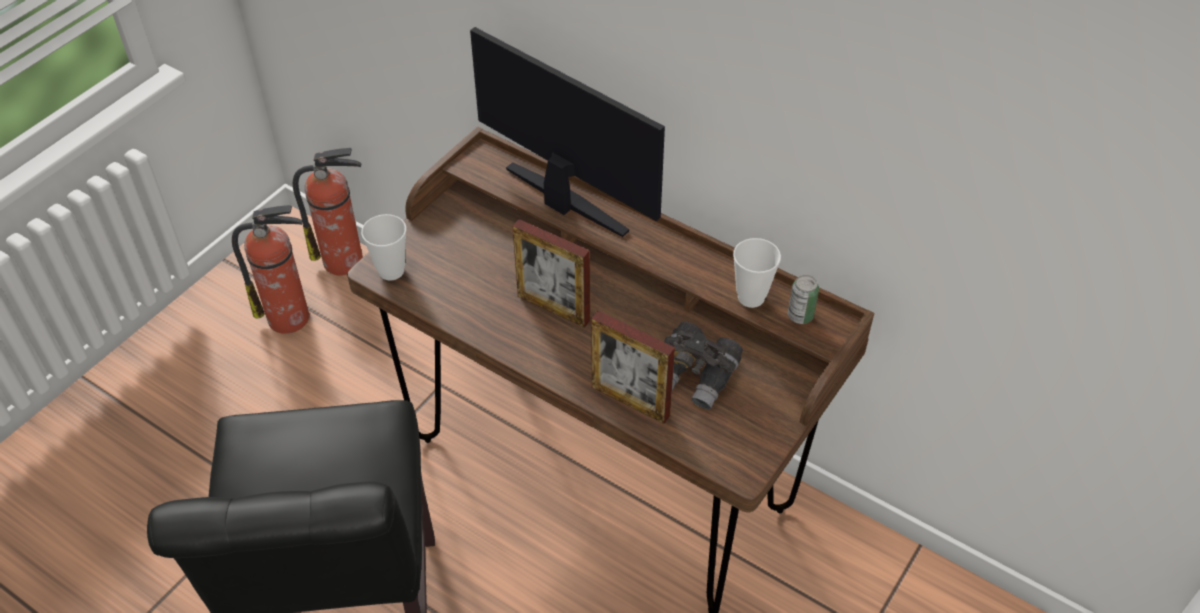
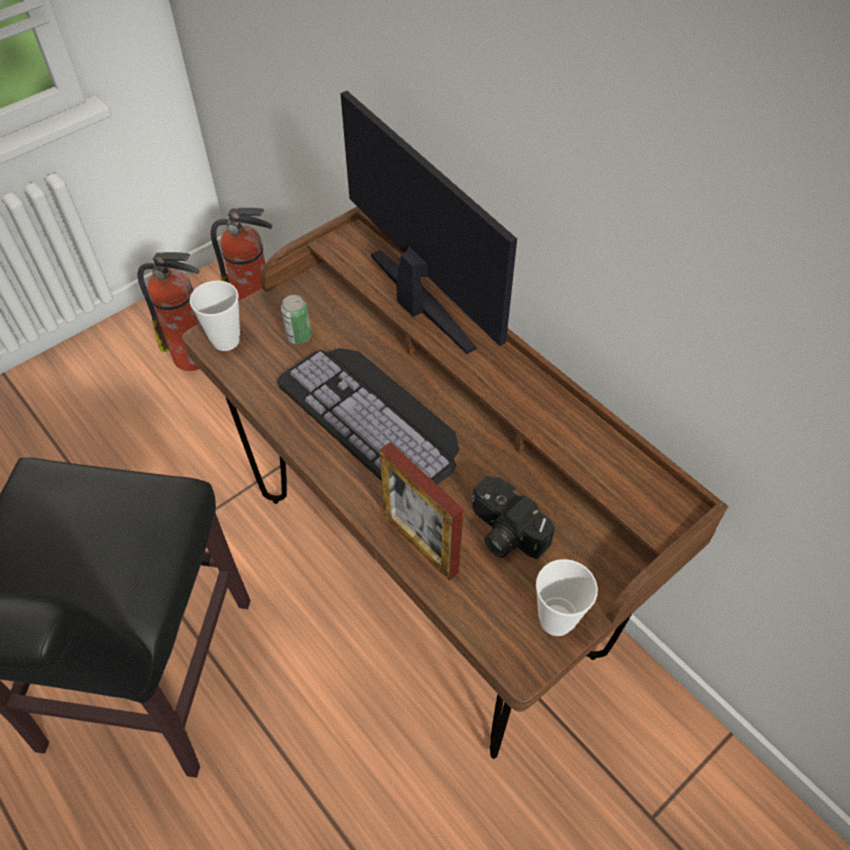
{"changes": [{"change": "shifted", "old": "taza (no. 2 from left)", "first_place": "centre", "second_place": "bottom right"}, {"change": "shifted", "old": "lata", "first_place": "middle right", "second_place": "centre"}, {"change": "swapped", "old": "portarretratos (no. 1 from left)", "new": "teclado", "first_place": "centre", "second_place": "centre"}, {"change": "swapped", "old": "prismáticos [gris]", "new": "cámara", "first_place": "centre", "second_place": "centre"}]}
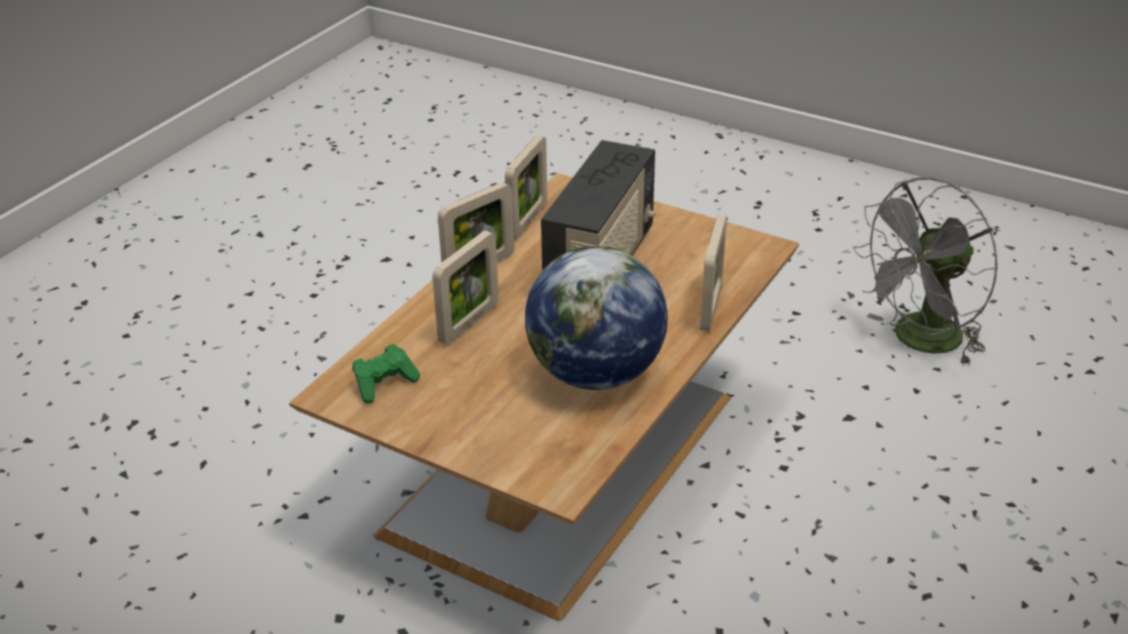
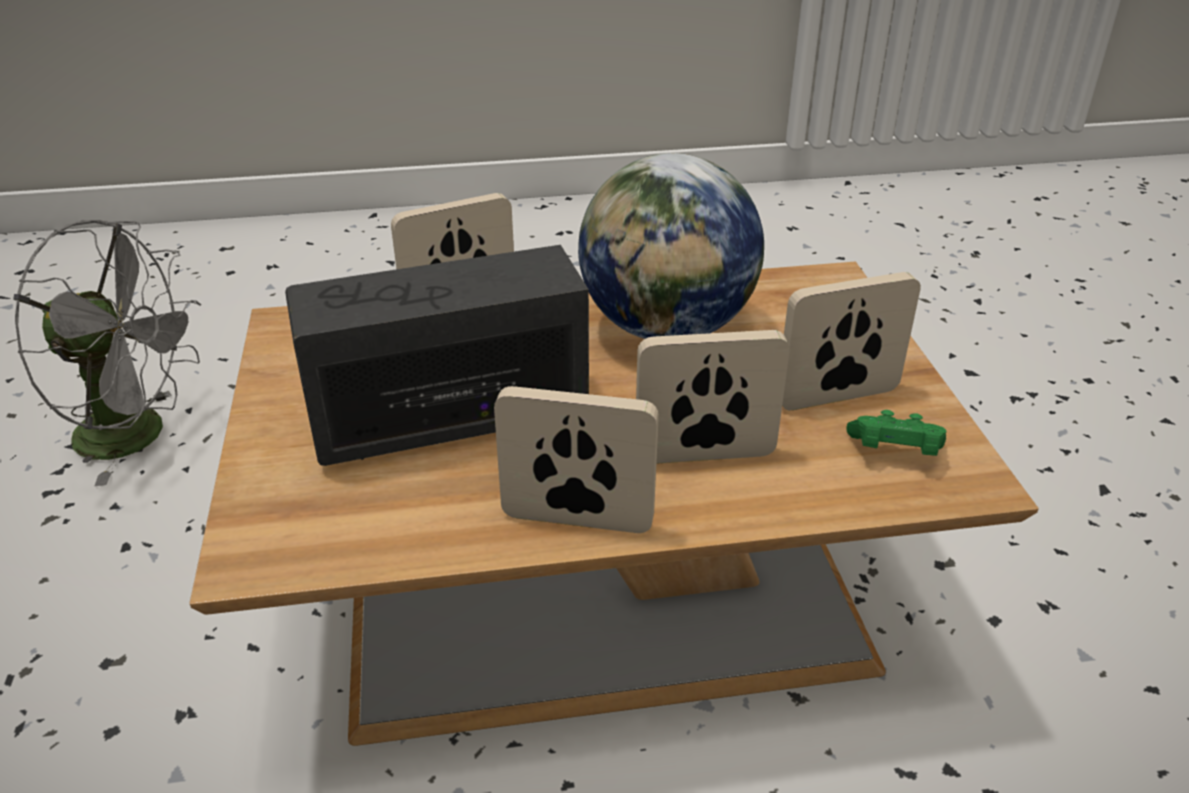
{"changes": [{"change": "shifted", "old": "portarretratos (no. 3 from left in the first image)", "new": "portarretratos (no. 4 from left)", "first_place": "top centre", "second_place": "middle right"}]}
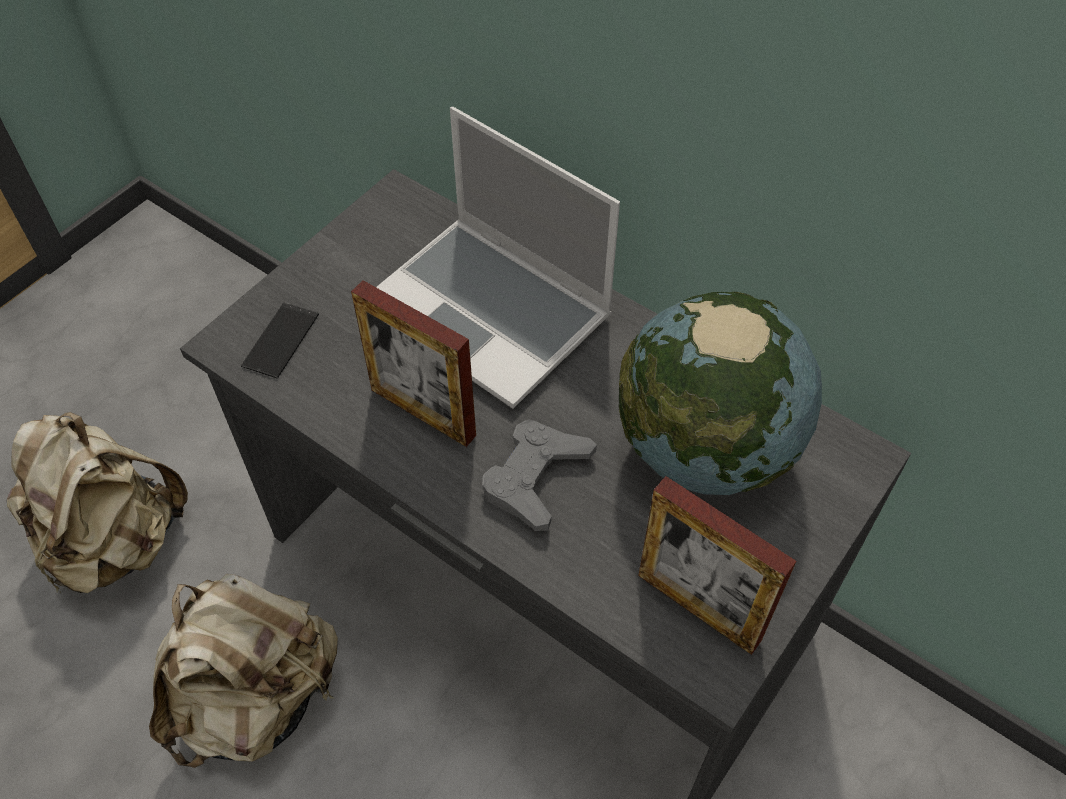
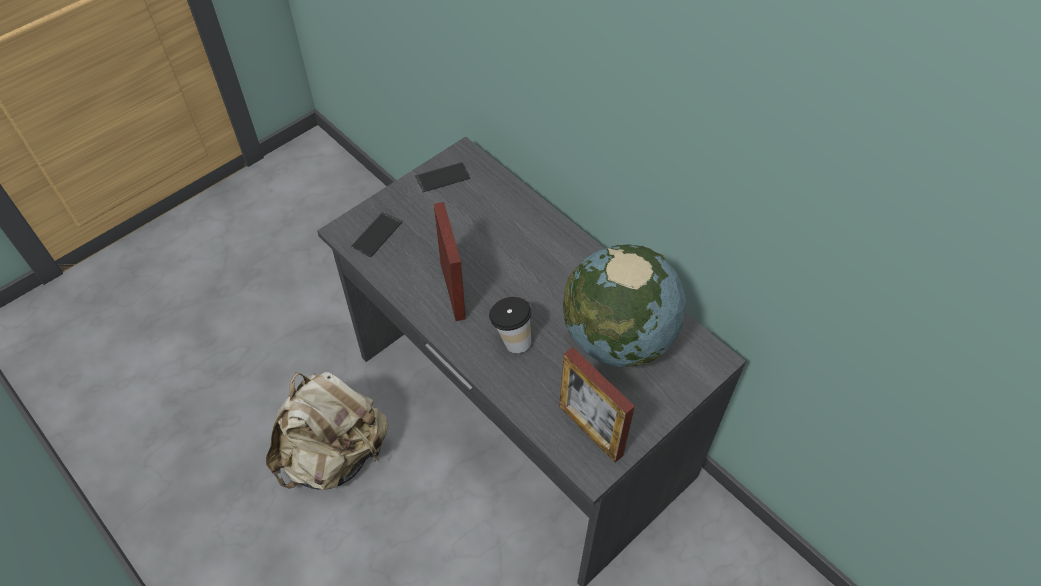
{"changes": [{"change": "gone", "old": "mochila [beis] (no. 1 from left)", "first_place": "middle left"}, {"change": "gone", "old": "portátil", "first_place": "top centre"}, {"change": "new", "new": "móvil (no. 2 from left)", "second_place": "top centre"}, {"change": "swapped", "old": "mando de consola [gris]", "new": "taza", "first_place": "centre", "second_place": "centre"}, {"change": "rotated", "old": "portarretratos (no. 1 from left)", "first_place": "centre", "second_place": "centre", "degrees": -150}]}
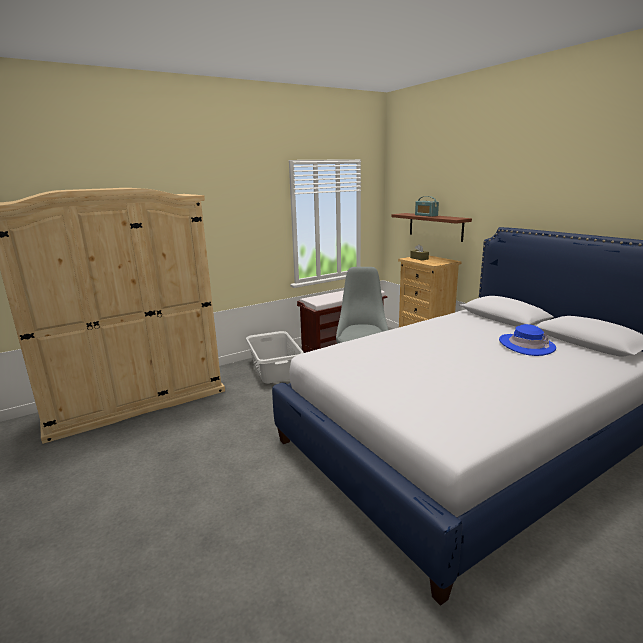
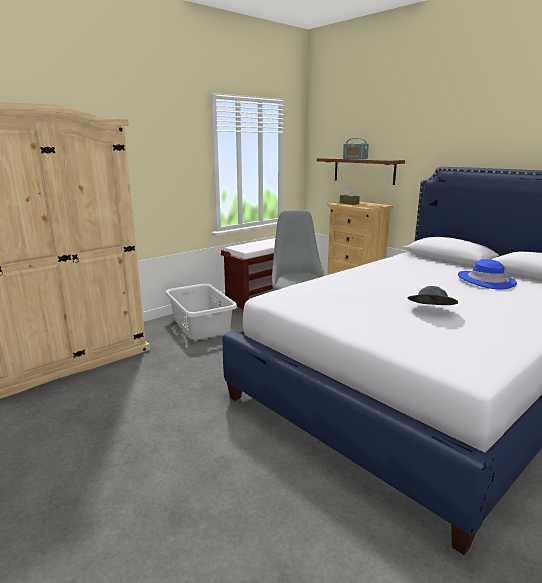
{"changes": [{"change": "new", "new": "sombrero [gris]", "second_place": "middle right"}]}
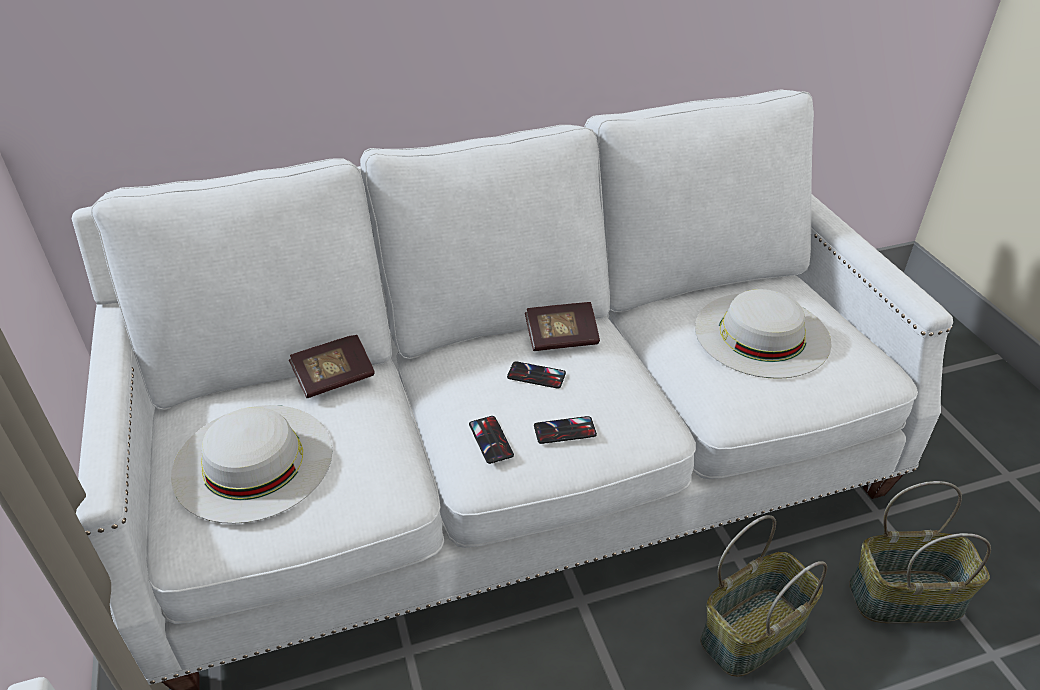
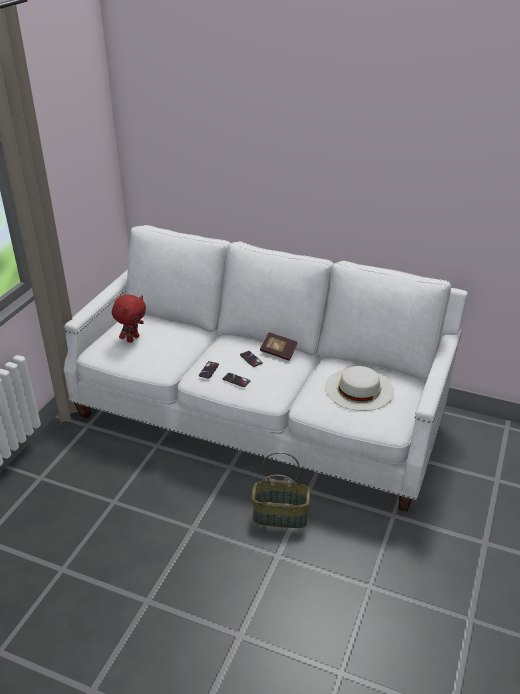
{"changes": [{"change": "gone", "old": "libro (no. 1 from left)", "first_place": "middle left"}, {"change": "gone", "old": "cesta (no. 2 from left)", "first_place": "bottom right"}, {"change": "swapped", "old": "sombrero [blanco] (no. 1 from left)", "new": "peluche [rojo]", "first_place": "bottom left", "second_place": "middle left"}]}
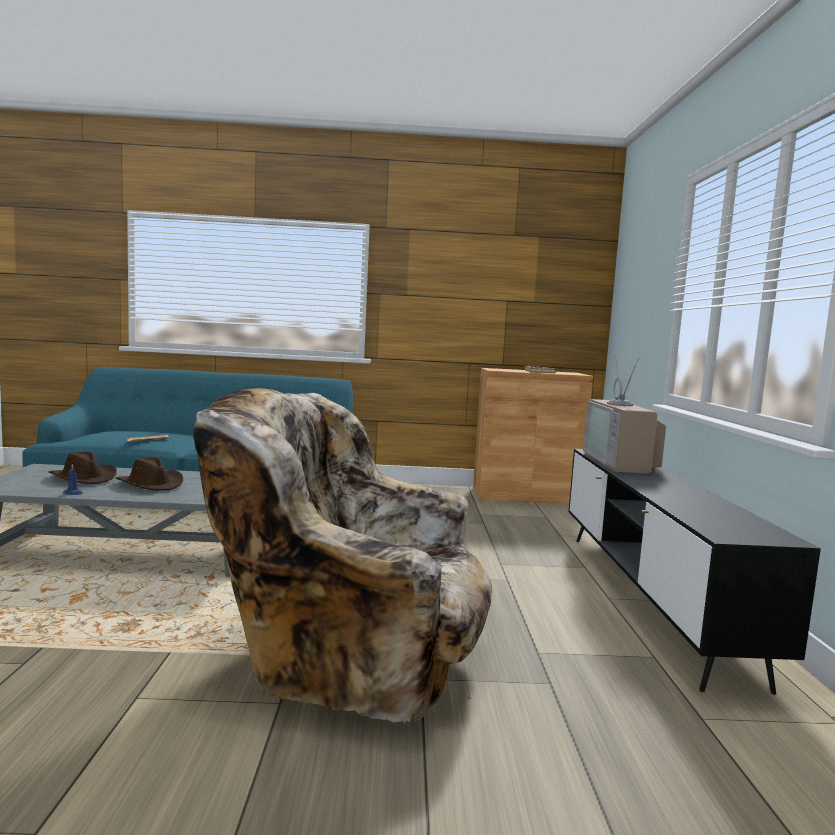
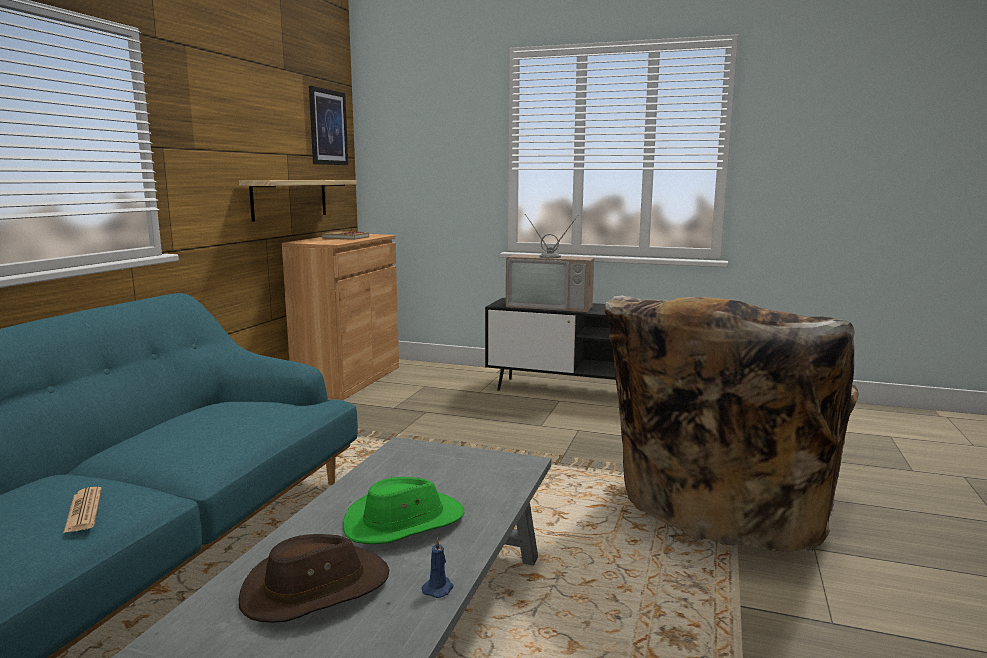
{"changes": [{"change": "new", "new": "estante", "second_place": "top left"}, {"change": "new", "new": "cuadro", "second_place": "top left"}, {"change": "repainted", "old": "sombrero [marrón] (no. 2 from left)", "new": "sombrero [verde]", "first_place": "middle left", "second_place": "bottom centre"}]}
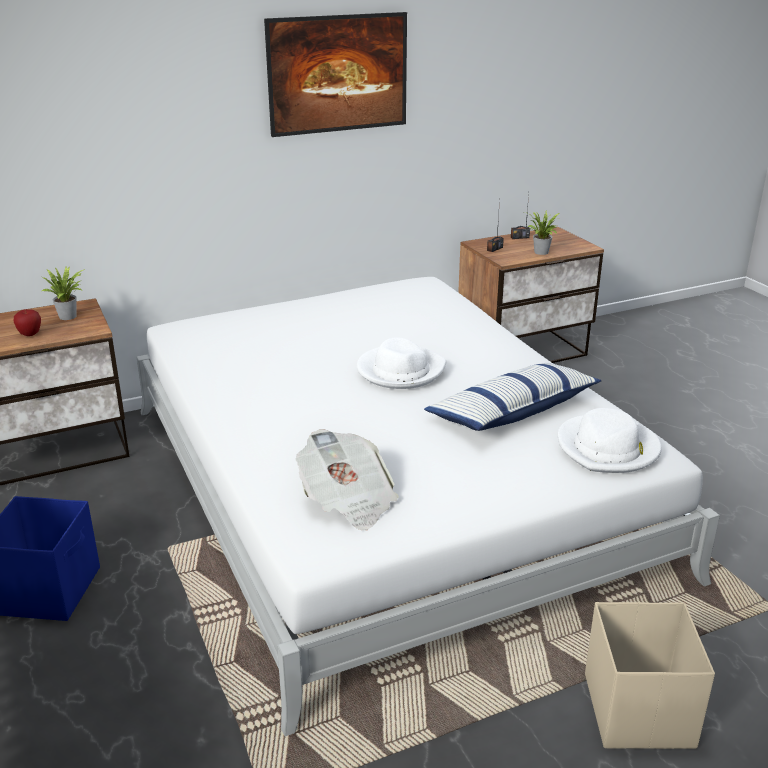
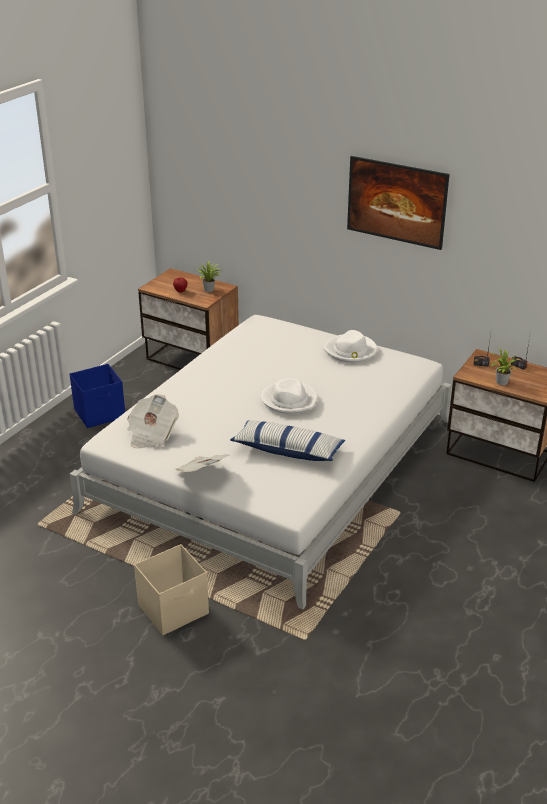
{"changes": [{"change": "new", "new": "periódico (no. 2 from left)", "second_place": "centre"}, {"change": "shifted", "old": "sombrero [blanco] (no. 2 from left)", "first_place": "middle right", "second_place": "centre"}]}
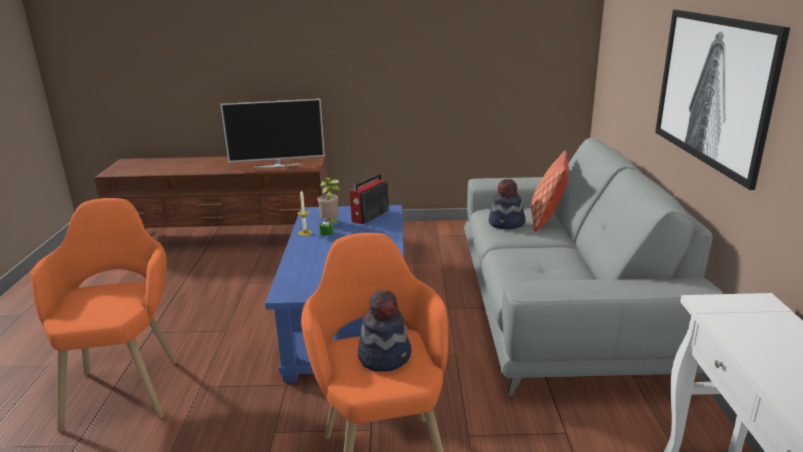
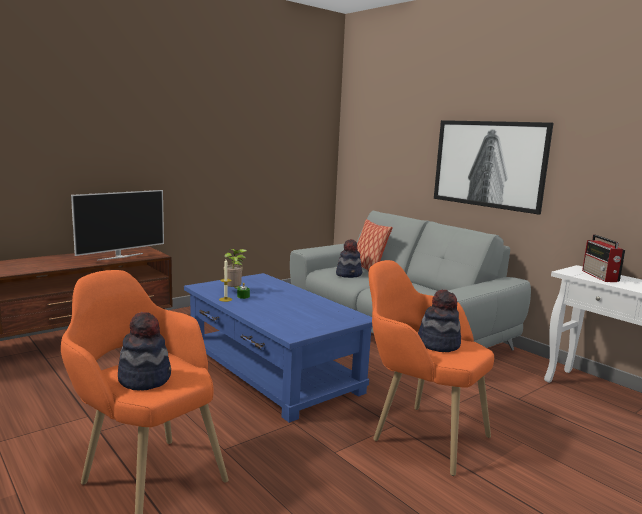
{"changes": [{"change": "new", "new": "sombrero (no. 1 from left)", "second_place": "bottom left"}, {"change": "shifted", "old": "radio", "first_place": "centre", "second_place": "middle right"}]}
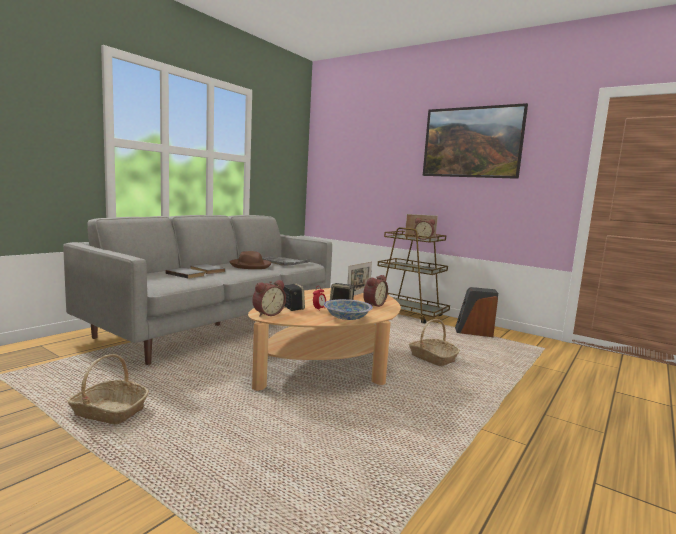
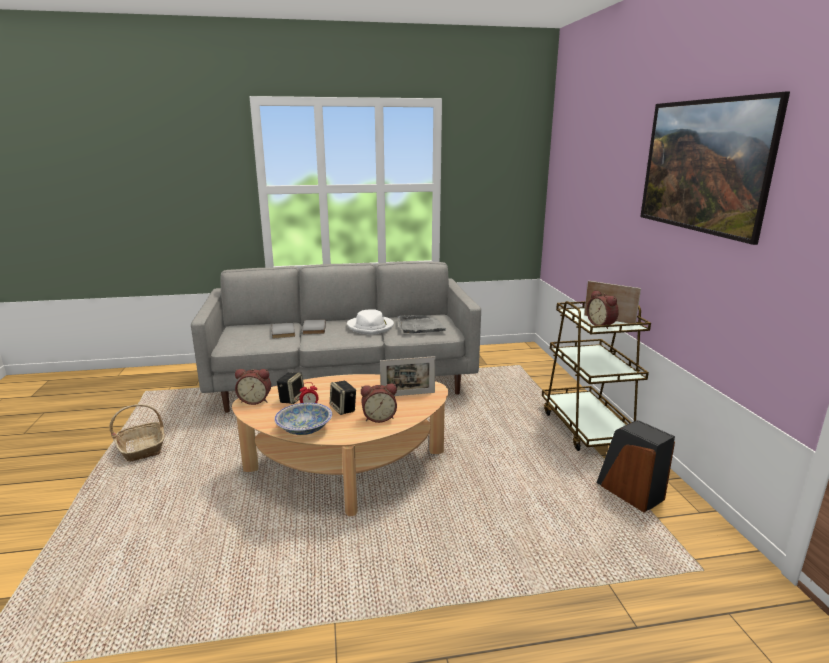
{"changes": [{"change": "gone", "old": "cesta (no. 2 from left)", "first_place": "centre"}, {"change": "repainted", "old": "sombrero [marrón]", "new": "sombrero [blanco]", "first_place": "centre", "second_place": "centre"}]}
